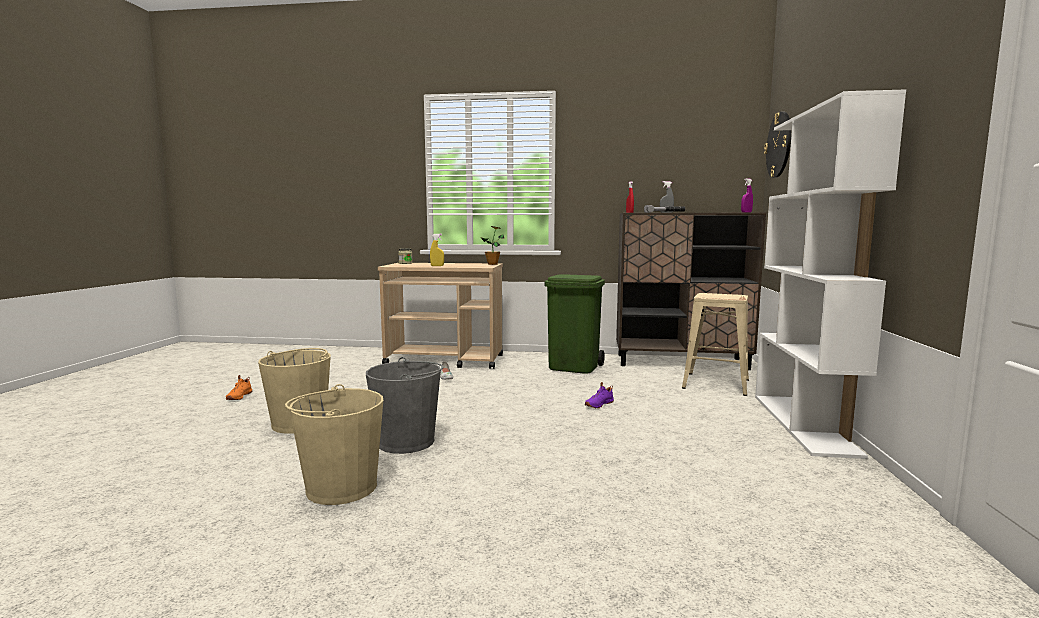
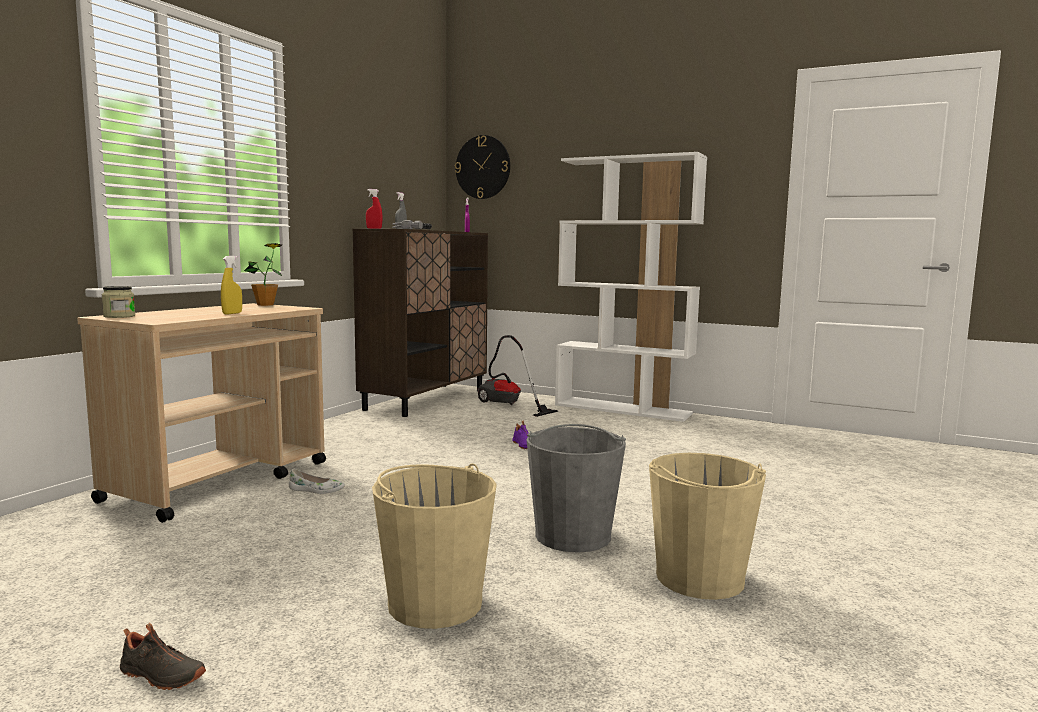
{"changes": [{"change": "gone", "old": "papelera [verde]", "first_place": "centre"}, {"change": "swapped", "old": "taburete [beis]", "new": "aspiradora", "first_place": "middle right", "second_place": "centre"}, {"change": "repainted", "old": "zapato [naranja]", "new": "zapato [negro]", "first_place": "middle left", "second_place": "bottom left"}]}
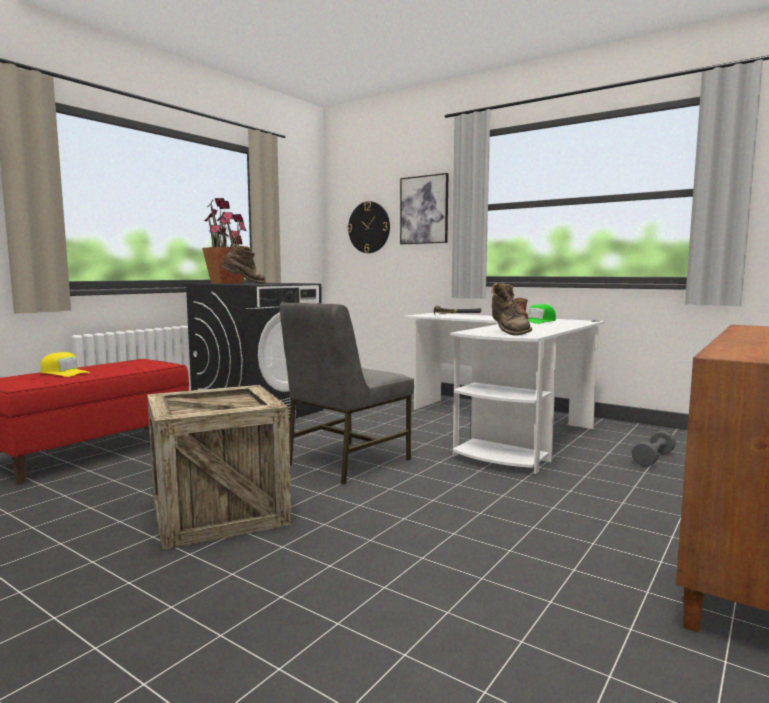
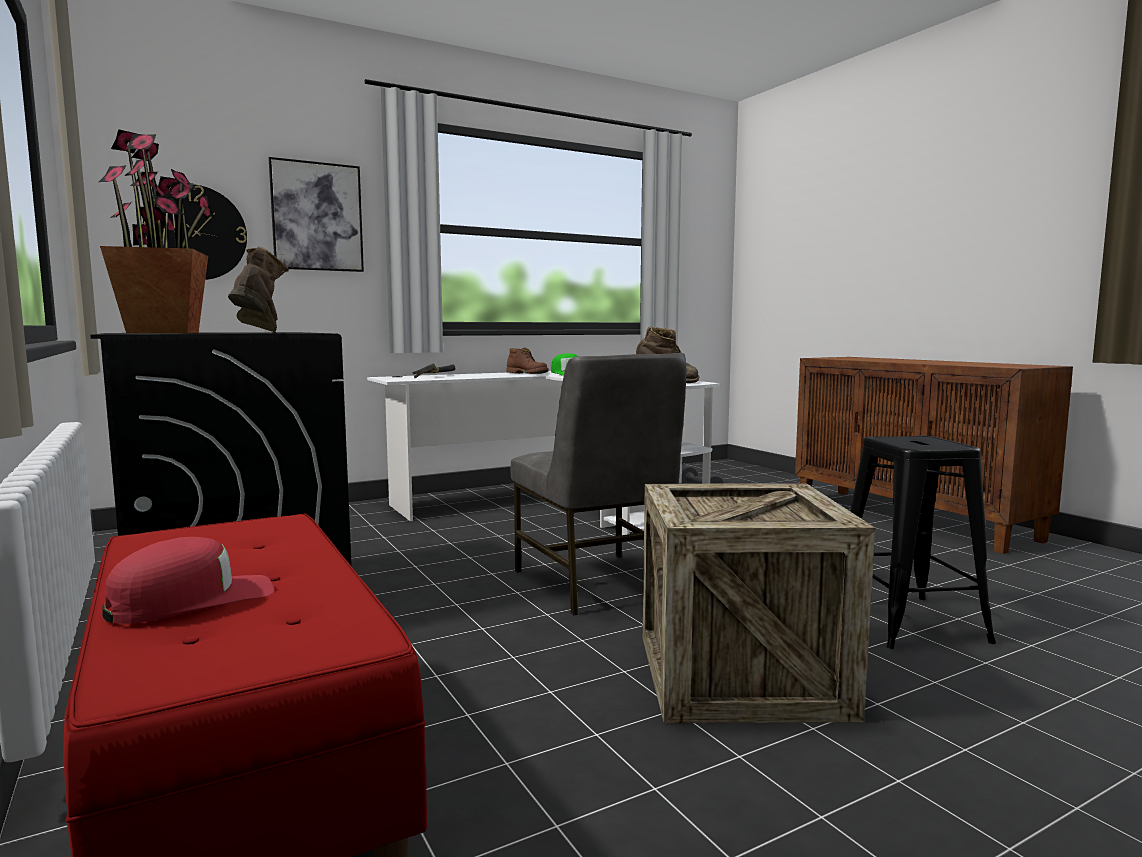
{"changes": [{"change": "new", "new": "taburete [negro]", "second_place": "middle right"}, {"change": "repainted", "old": "gorra [amarillo]", "new": "gorra [rojo]", "first_place": "middle left", "second_place": "bottom left"}]}
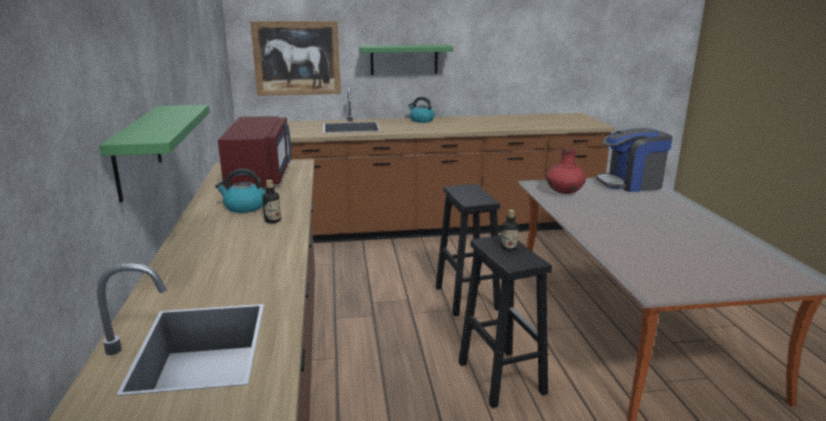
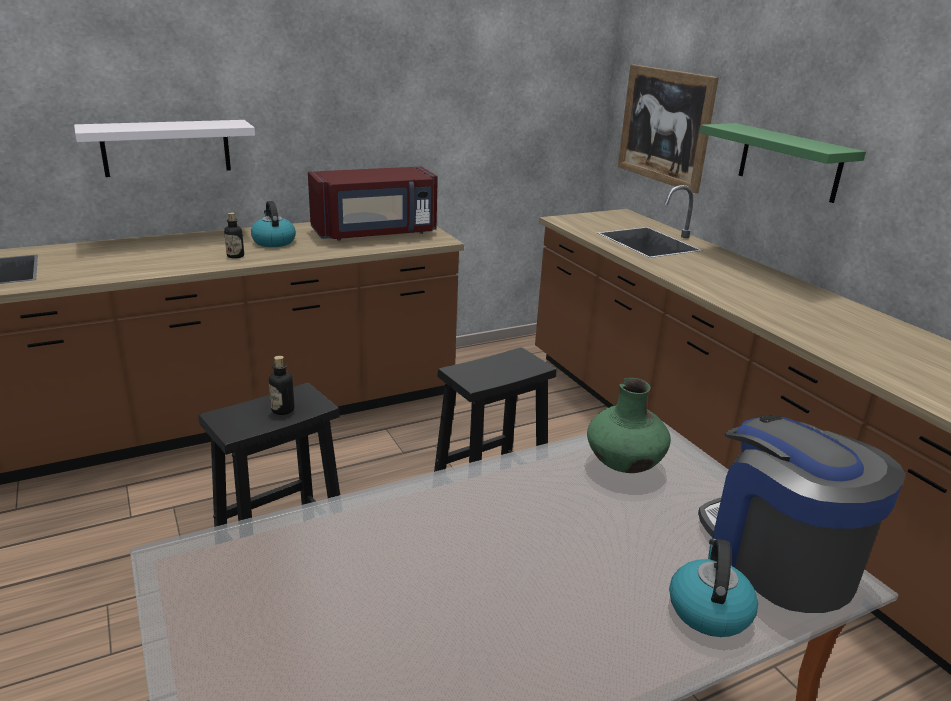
{"changes": [{"change": "shifted", "old": "hervidor (no. 2 from left)", "first_place": "top centre", "second_place": "bottom right"}, {"change": "repainted", "old": "estante [verde] (no. 1 from left)", "new": "estante [blanco]", "first_place": "middle left", "second_place": "top left"}, {"change": "repainted", "old": "florero [rojo]", "new": "florero [verde]", "first_place": "middle right", "second_place": "centre"}]}
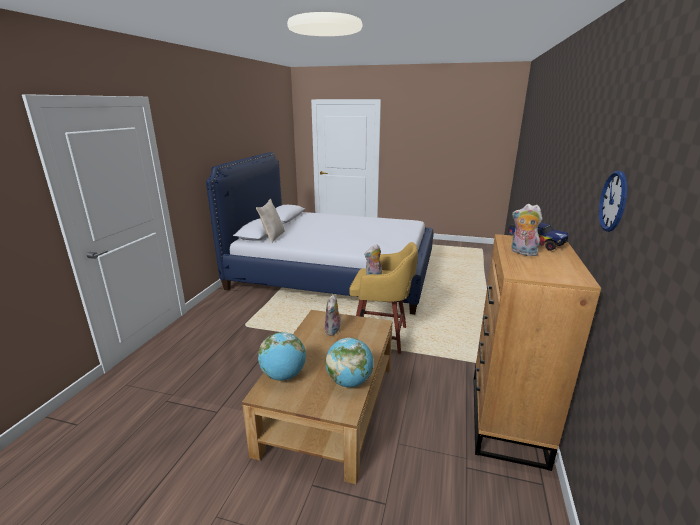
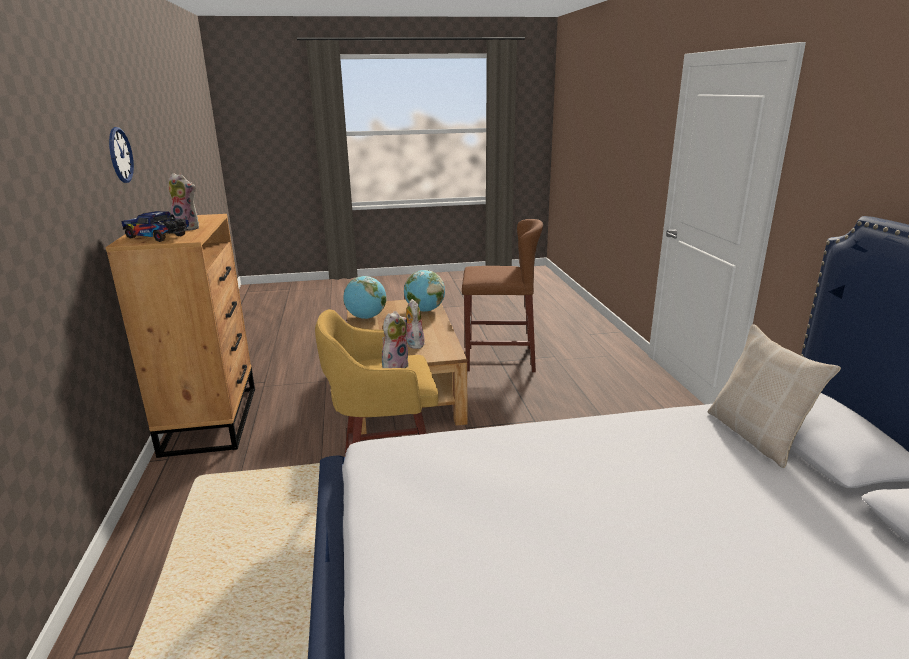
{"changes": [{"change": "new", "new": "taburete [marrón]", "second_place": "centre"}]}
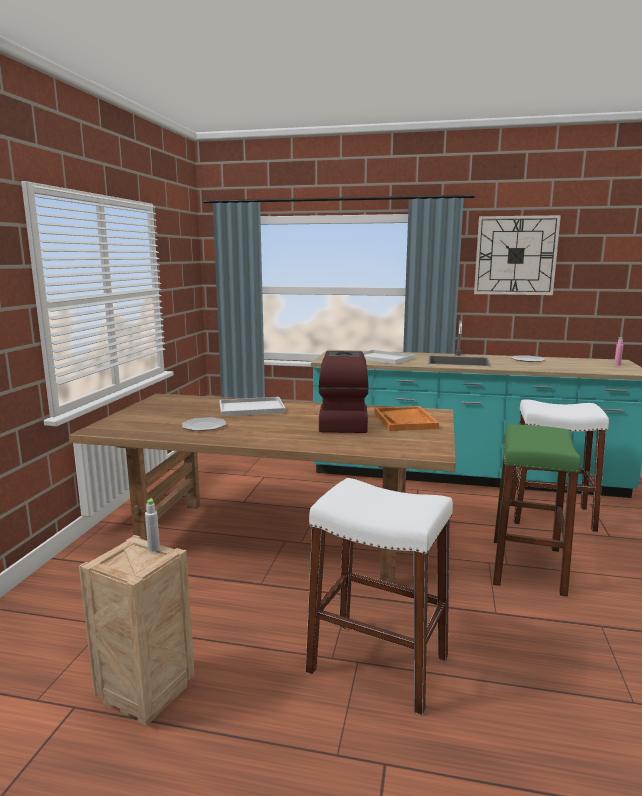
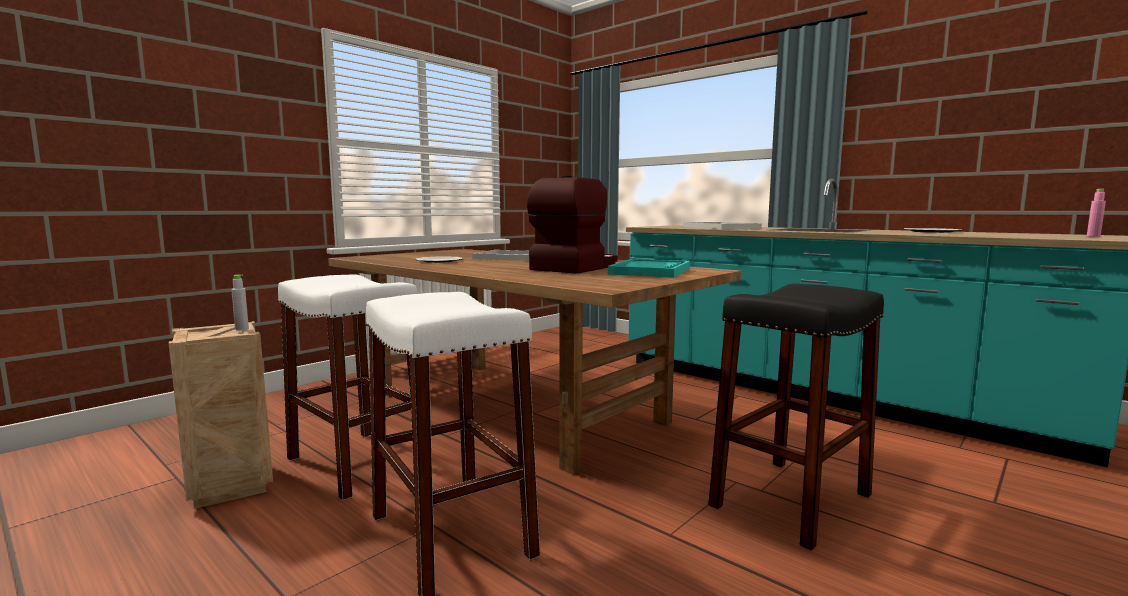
{"changes": [{"change": "gone", "old": "reloj de pared", "first_place": "top right"}, {"change": "shifted", "old": "taburete [blanco] (no. 2 from left in the first image)", "new": "taburete [blanco] (no. 1 from left)", "first_place": "middle right", "second_place": "middle left"}, {"change": "repainted", "old": "bandeja [naranja]", "new": "bandeja [turquesa]", "first_place": "centre", "second_place": "centre"}, {"change": "repainted", "old": "taburete [verde]", "new": "taburete [negro]", "first_place": "middle right", "second_place": "bottom right"}]}
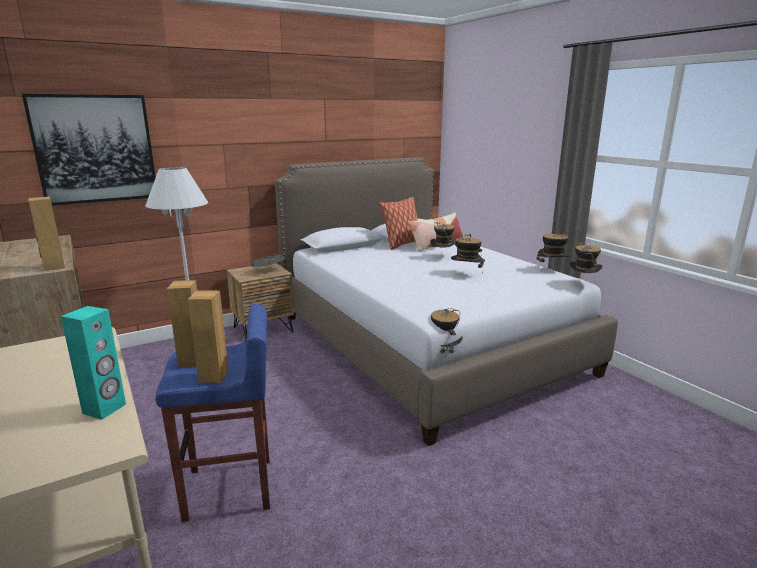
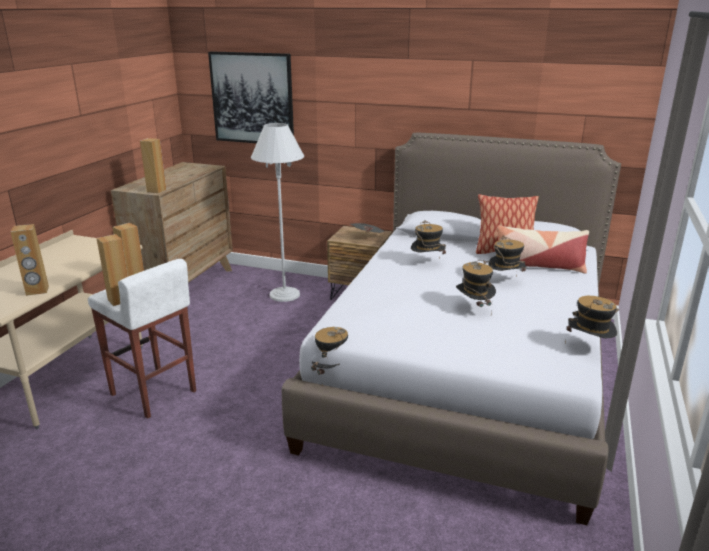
{"changes": [{"change": "shifted", "old": "sombrero (no. 5 from left in the first image)", "new": "sombrero (no. 2 from left)", "first_place": "middle right", "second_place": "centre"}, {"change": "repainted", "old": "altavoz [turquesa]", "new": "altavoz [marrón] (no. 1 from left)", "first_place": "middle left", "second_place": "middle left"}, {"change": "repainted", "old": "taburete [azul]", "new": "taburete [blanco]", "first_place": "bottom left", "second_place": "middle left"}]}
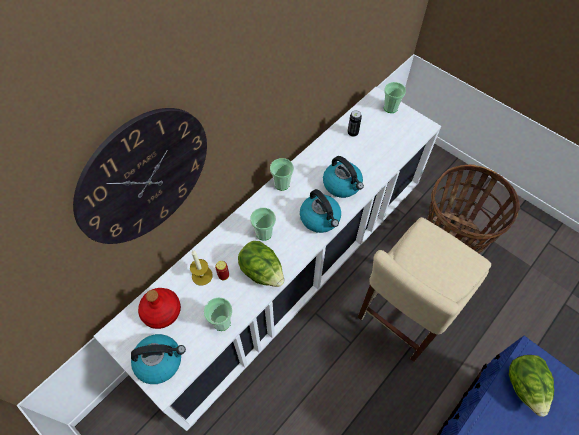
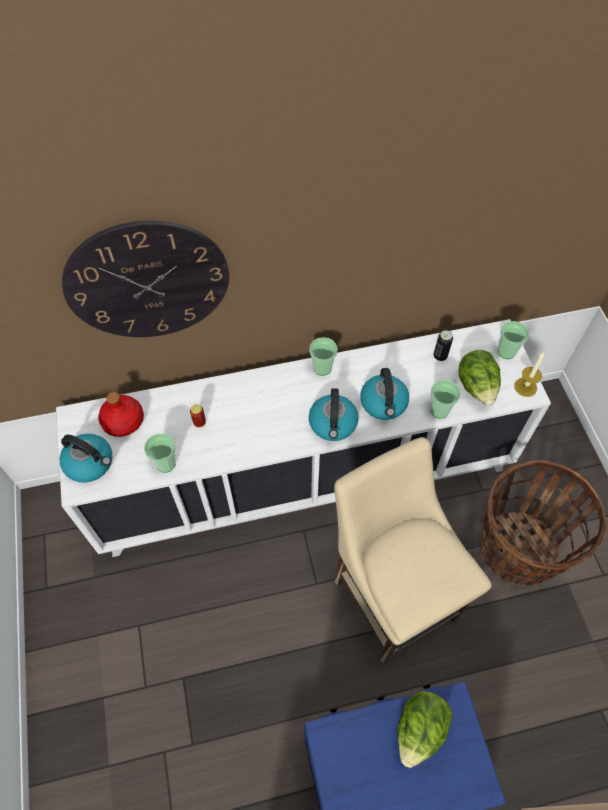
{"changes": [{"change": "shifted", "old": "vela", "first_place": "centre", "second_place": "middle right"}, {"change": "shifted", "old": "lechuga (no. 1 from left in the first image)", "new": "lechuga (no. 2 from left)", "first_place": "centre", "second_place": "middle right"}, {"change": "shifted", "old": "taza (no. 2 from left in the first image)", "new": "taza (no. 3 from left)", "first_place": "centre", "second_place": "middle right"}, {"change": "rotated", "old": "silla [beis]", "first_place": "middle right", "second_place": "bottom right", "degrees": 75}]}
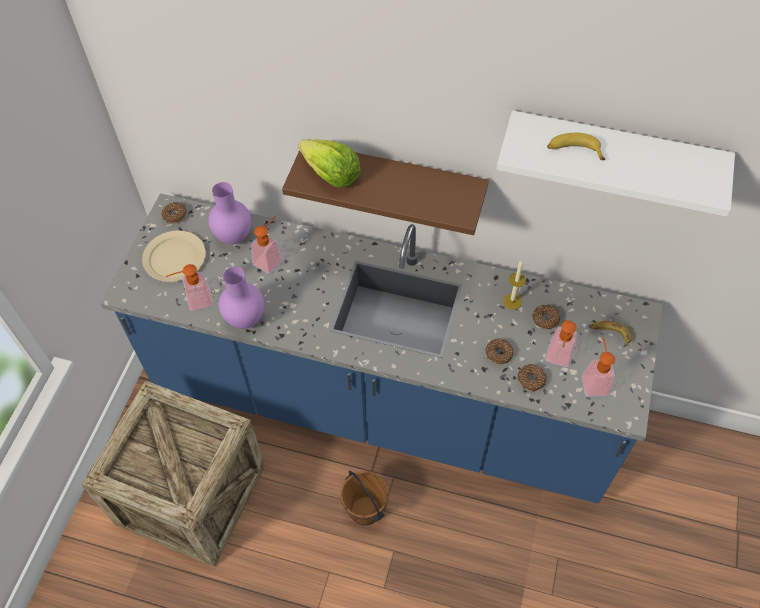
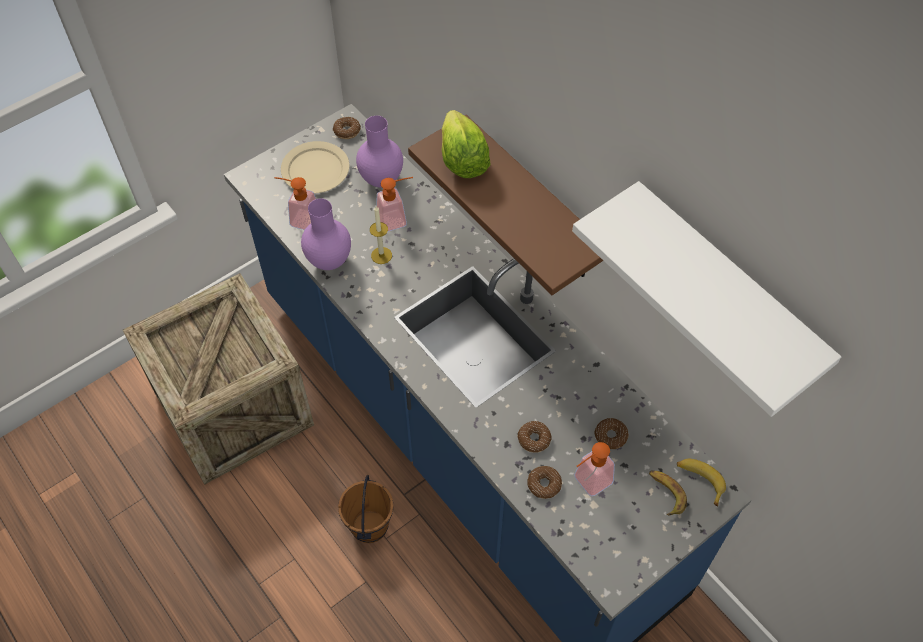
{"changes": [{"change": "gone", "old": "dispensador de jabón (no. 4 from left)", "first_place": "middle right"}, {"change": "shifted", "old": "vela", "first_place": "middle right", "second_place": "centre"}, {"change": "shifted", "old": "plátano (no. 1 from left in the first image)", "new": "plátano (no. 2 from left)", "first_place": "top right", "second_place": "bottom right"}]}
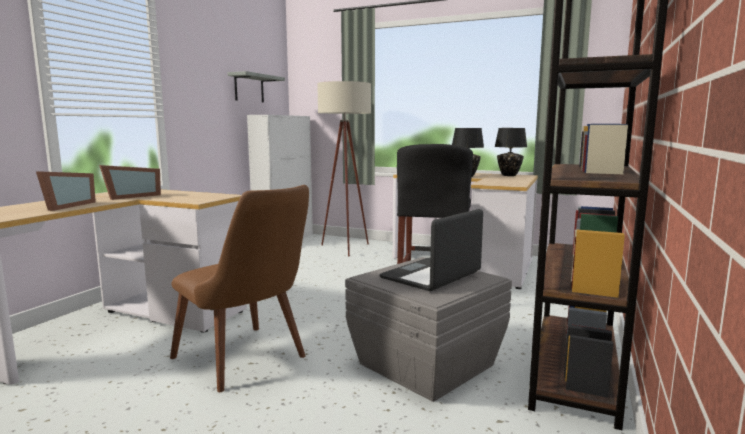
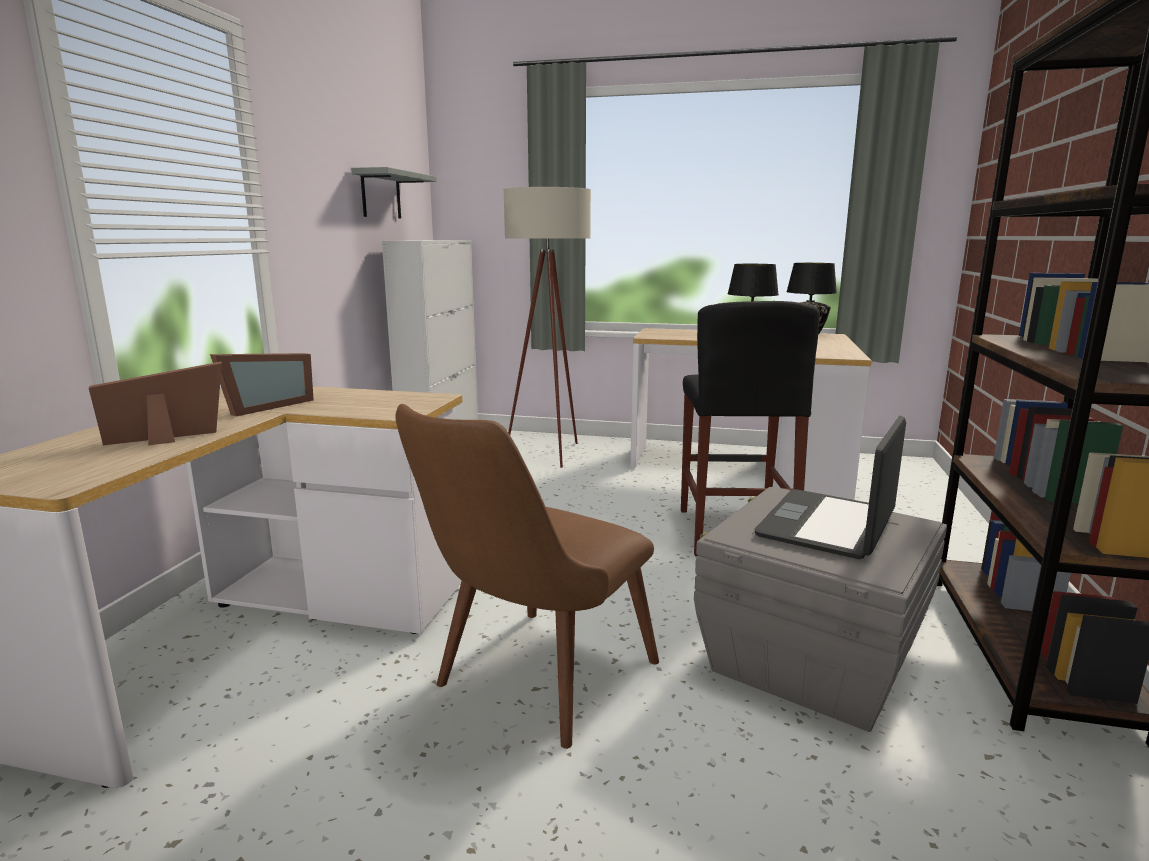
{"changes": [{"change": "rotated", "old": "portarretratos (no. 1 from left)", "first_place": "middle left", "second_place": "middle left", "degrees": -120}, {"change": "rotated", "old": "silla [marrón]", "first_place": "middle left", "second_place": "bottom centre", "degrees": 90}]}
